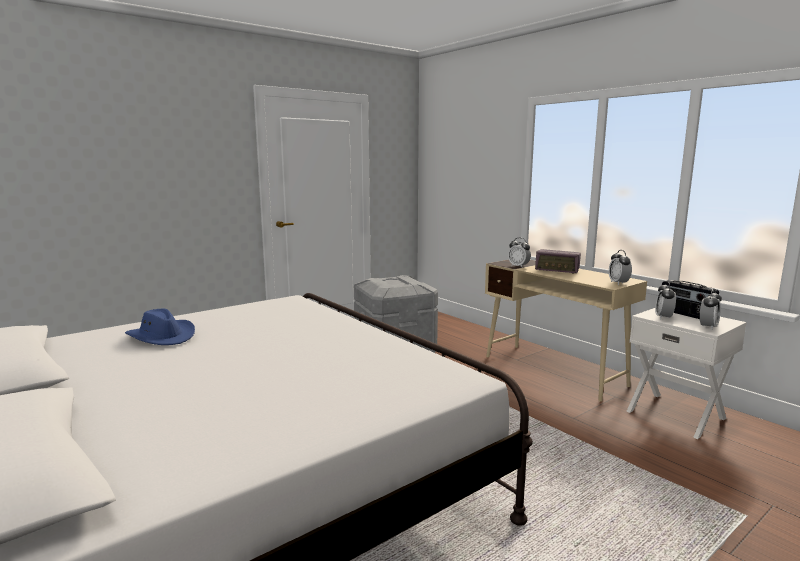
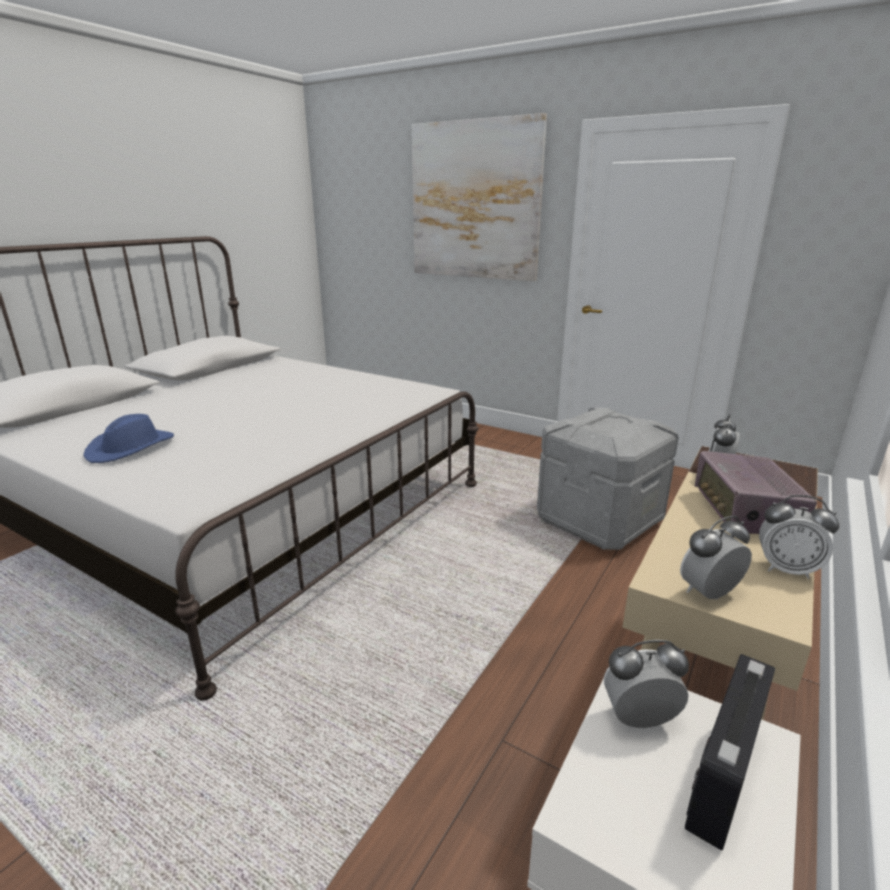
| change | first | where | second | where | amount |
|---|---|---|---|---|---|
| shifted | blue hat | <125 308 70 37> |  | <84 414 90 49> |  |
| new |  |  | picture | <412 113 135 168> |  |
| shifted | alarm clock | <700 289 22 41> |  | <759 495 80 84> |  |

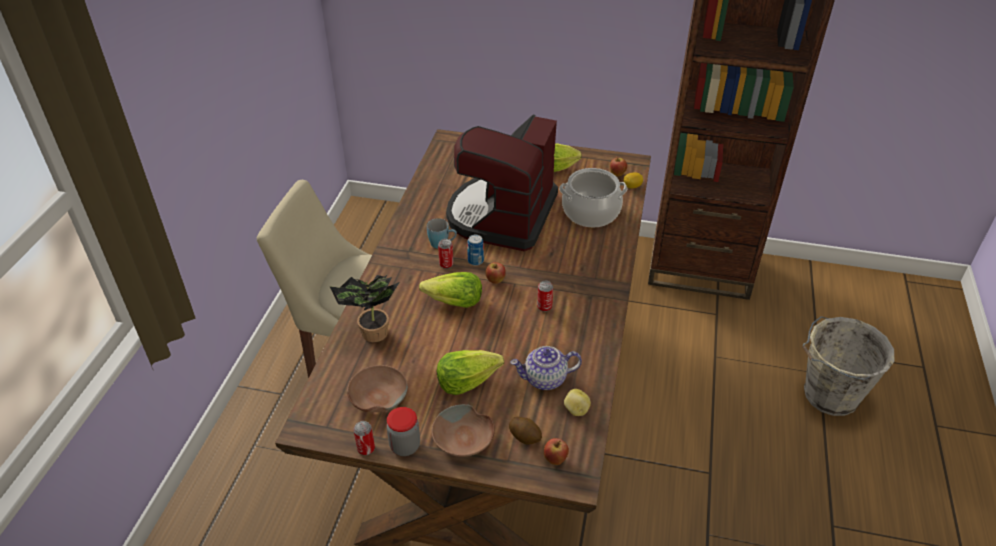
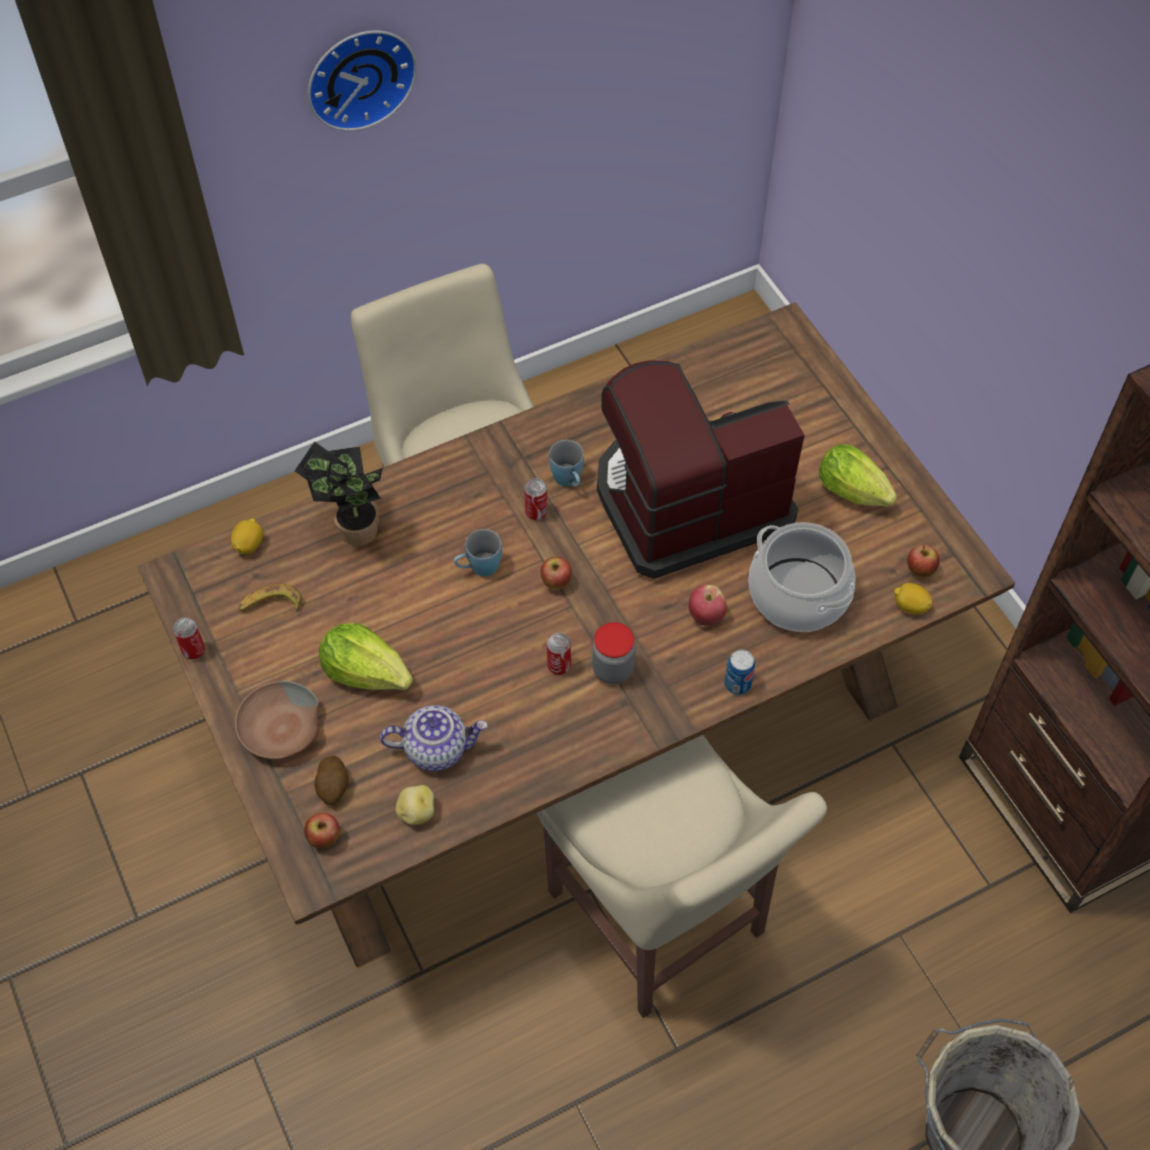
| change | first | where | second | where | amount |
|---|---|---|---|---|---|
| new |  |  | lemon | <231 518 32 36> |  |
| swapped | brown bowl | <347 365 61 47> | banana | <238 583 64 30> |  |
| new |  |  | wall clock | <308 31 109 100> |  |
| rotated | teapot | <510 346 72 44> |  | <380 705 108 66> | 135 degrees clockwise |
| swapped | lettuce | <419 272 63 36> | blue mug | <453 529 49 48> |  |
| new |  |  | beige chair | <537 735 290 283> |  |
| shifted | jar | <387 407 33 49> |  | <592 622 43 62> |  |
| new |  |  | apple | <689 585 38 41> |  |
| shifted | can | <467 235 17 31> |  | <725 650 30 45> |  |

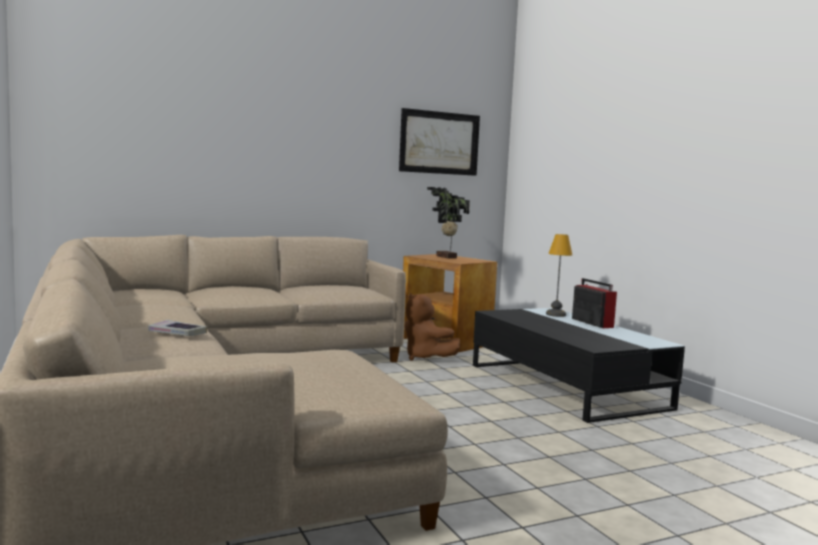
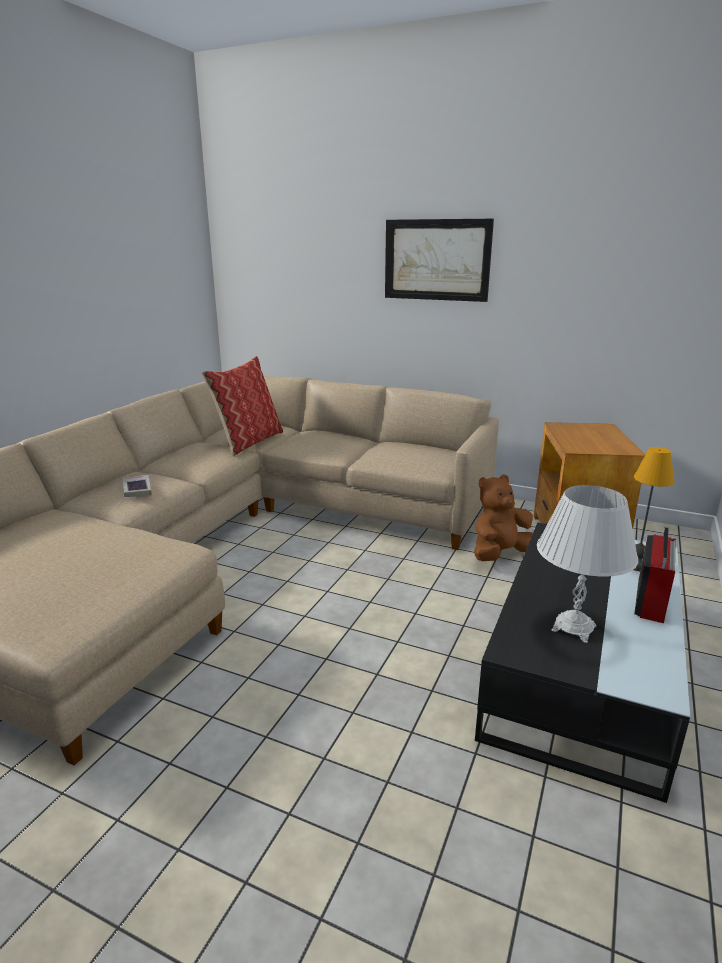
| change | first | where | second | where | amount |
|---|---|---|---|---|---|
| new |  |  | pillow | <202 356 81 100> |  |
| shifted | picture | <399 108 81 68> |  | <385 219 109 83> |  |
| rotated | brown plush toy | <404 293 56 67> |  | <474 474 59 87> | 45 degrees clockwise |
| new |  |  | white table lamp | <537 485 101 158> |  |
| gone | potted plant | <427 187 43 72> |  |  |  |

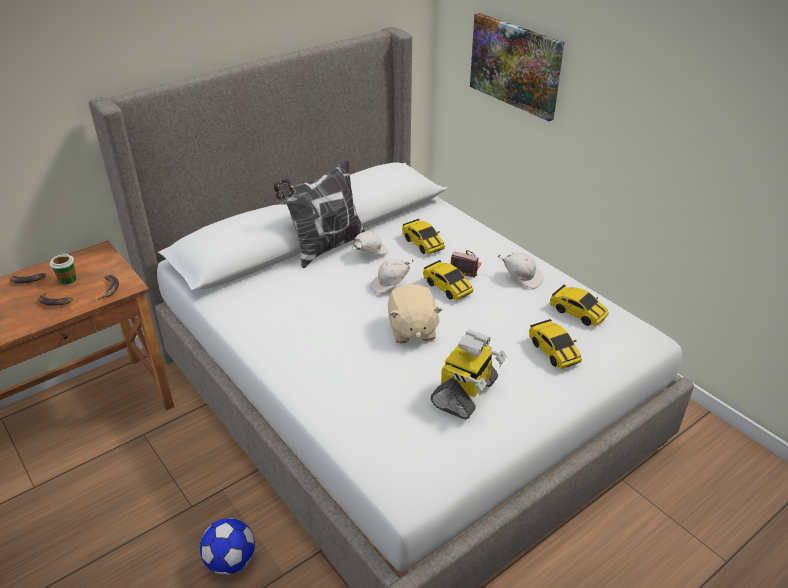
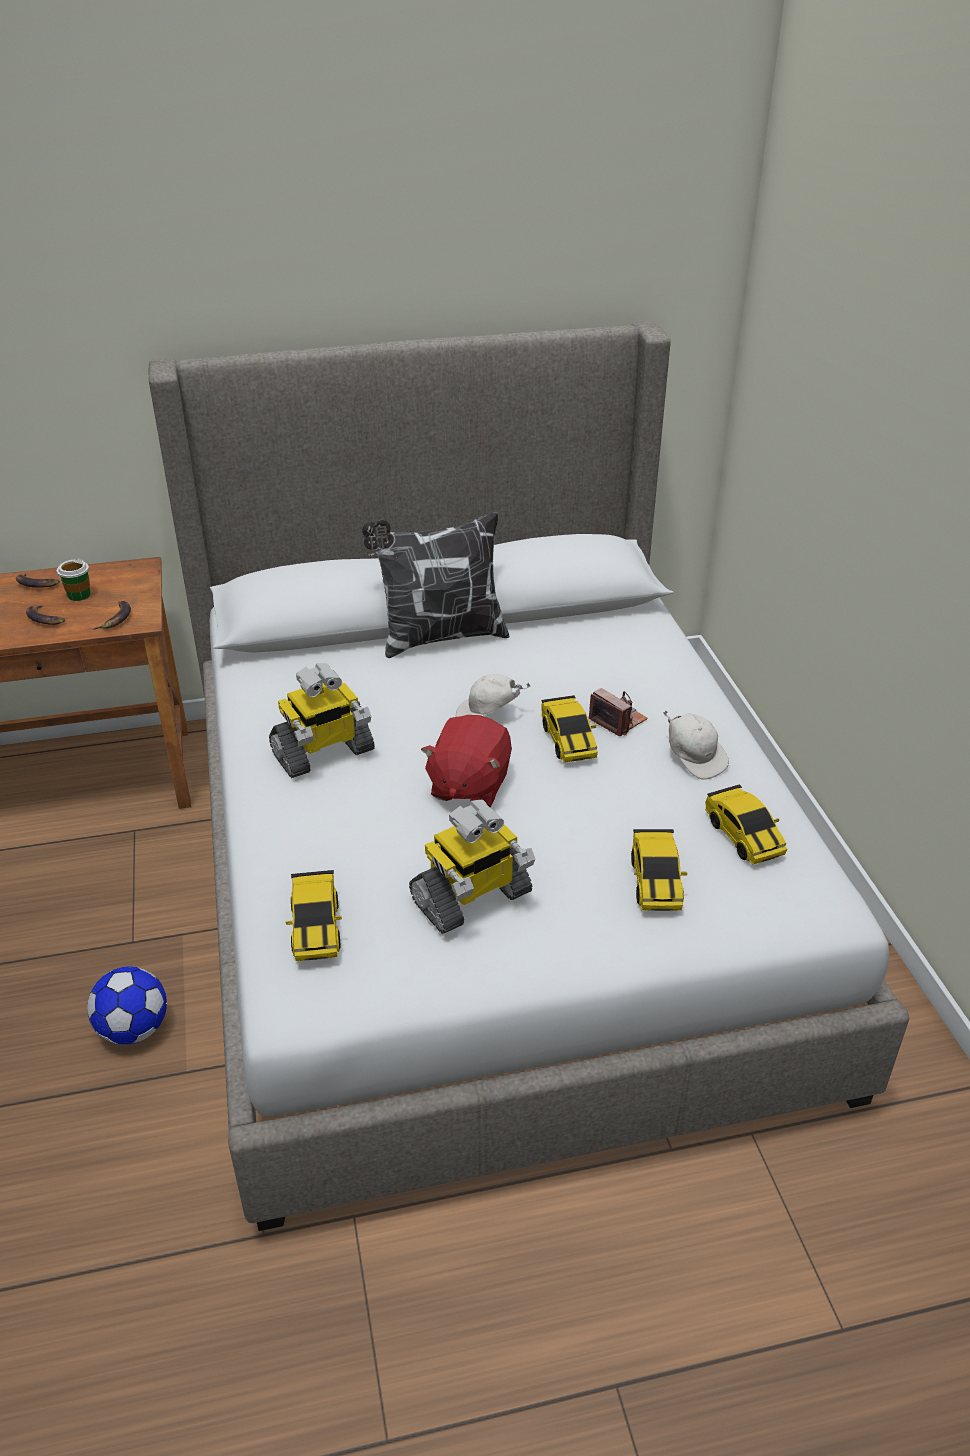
| change | first | where | second | where | amount |
|---|---|---|---|---|---|
| new |  |  | toy robot | <269 663 106 115> |  |
| shifted | toy car | <402 219 43 36> |  | <286 870 56 91> |  |
| repainted | beige plush toy | <388 284 55 59> | red plush toy | <421 715 91 92> |  |
| gone | white cap | <352 231 37 24> |  |  |  |
| gone | picture | <470 13 94 108> |  |  |  |

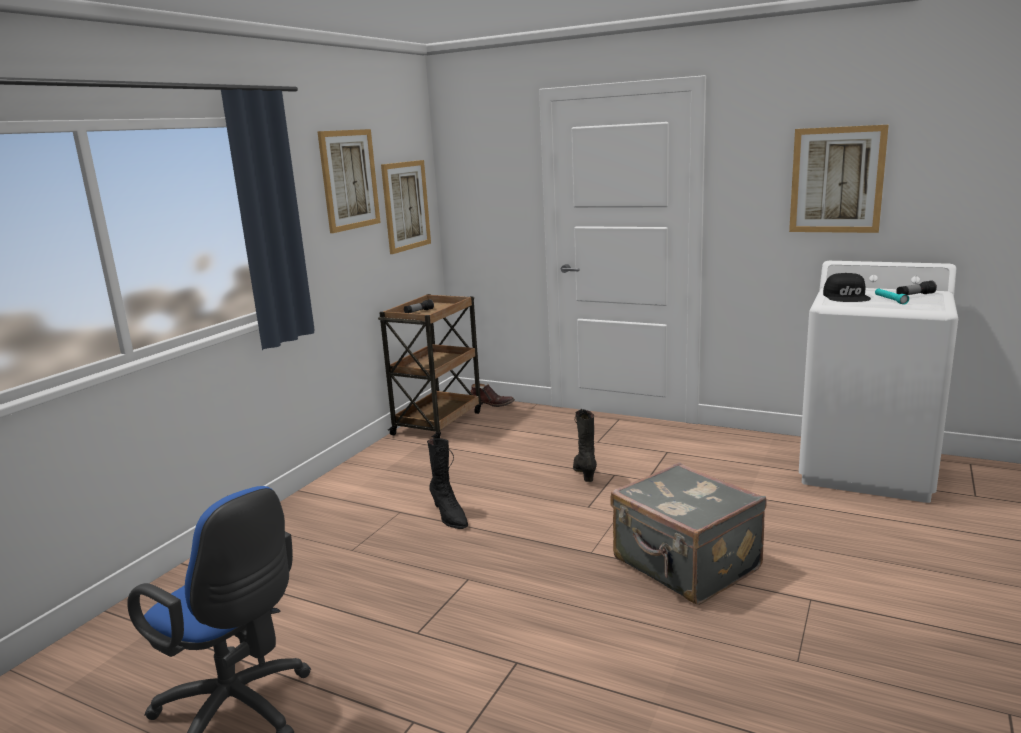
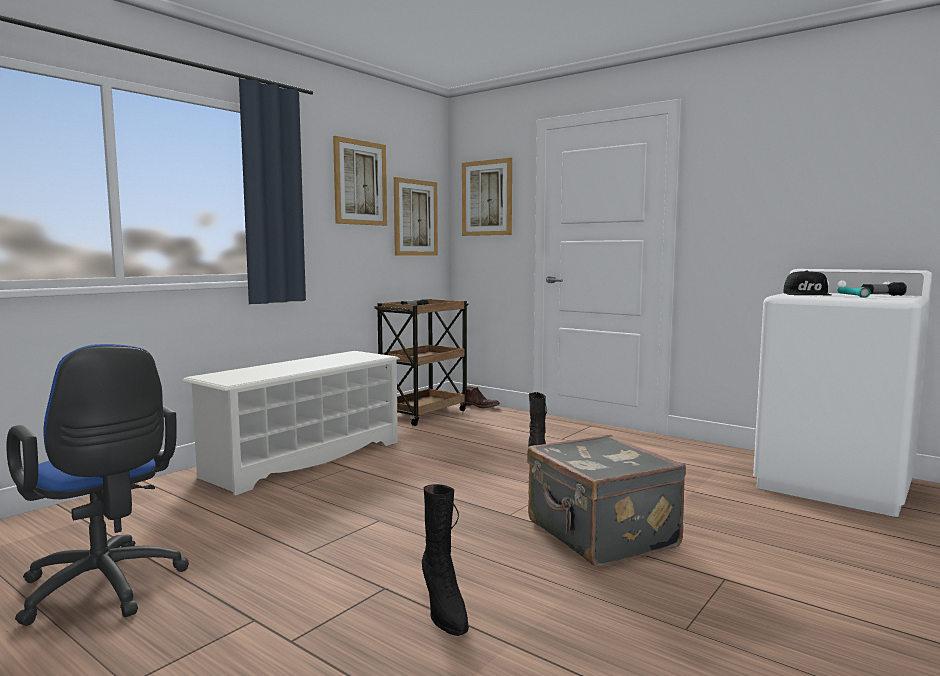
| change | first | where | second | where | amount |
|---|---|---|---|---|---|
| new |  |  | white shoe rack | <182 351 218 144> |  |
| shifted | black boot | <427 438 41 91> |  | <422 484 47 152> |  |
| shifted | picture | <789 125 100 108> |  | <462 158 50 78> |  |

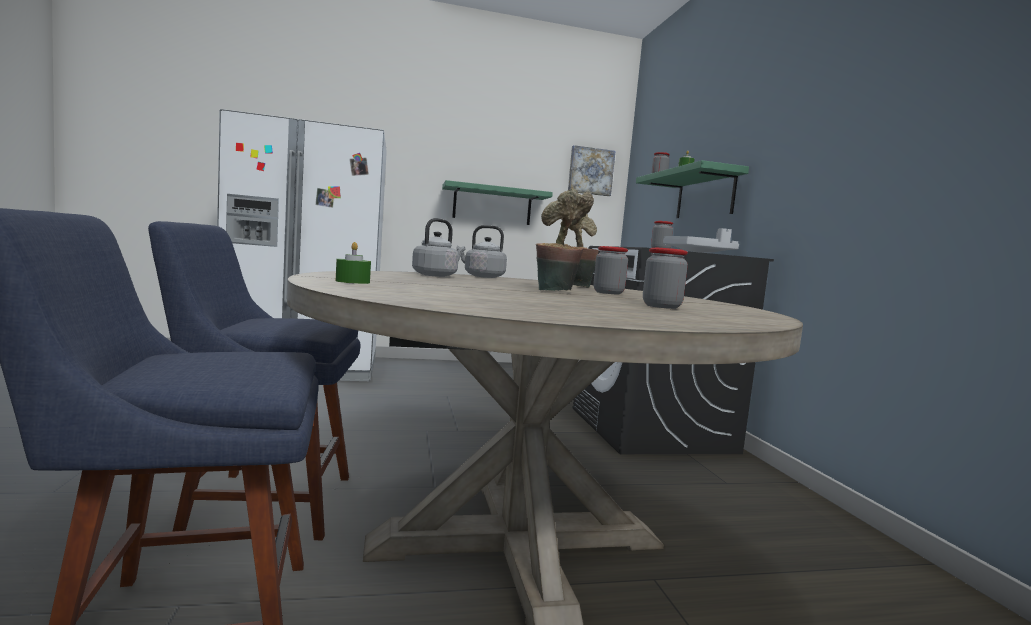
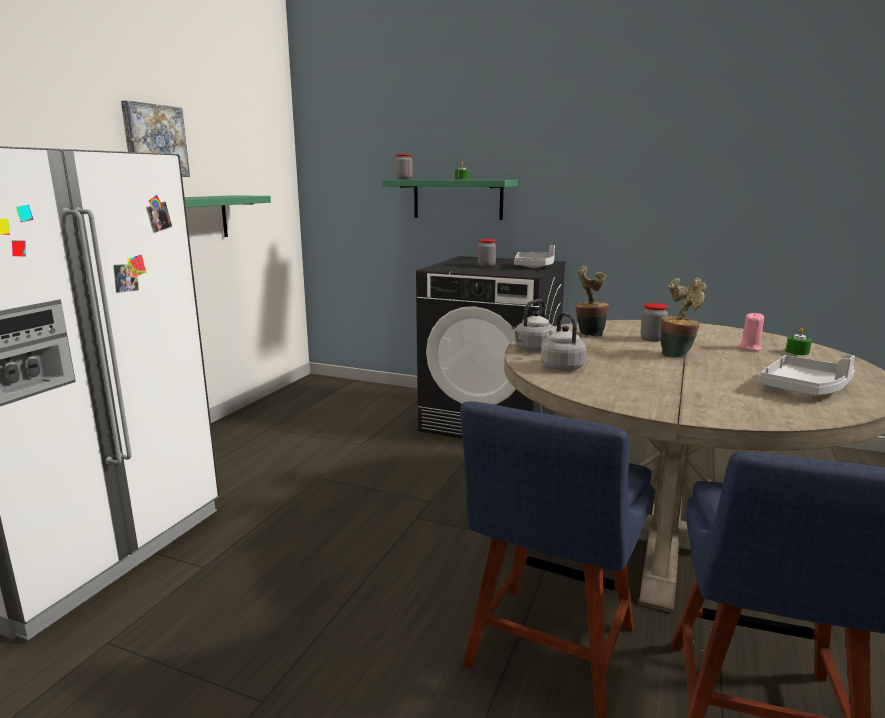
| change | first | where | second | where | amount |
|---|---|---|---|---|---|
| shifted | picture | <568 145 47 51> |  | <121 100 69 77> |  |
| swapped | jar | <643 248 45 61> | pink candle | <738 312 26 39> |  |
| new |  |  | grey tray | <758 355 97 41> |  |
| shifted | green candle | <336 242 35 42> |  | <785 328 27 27> |  |

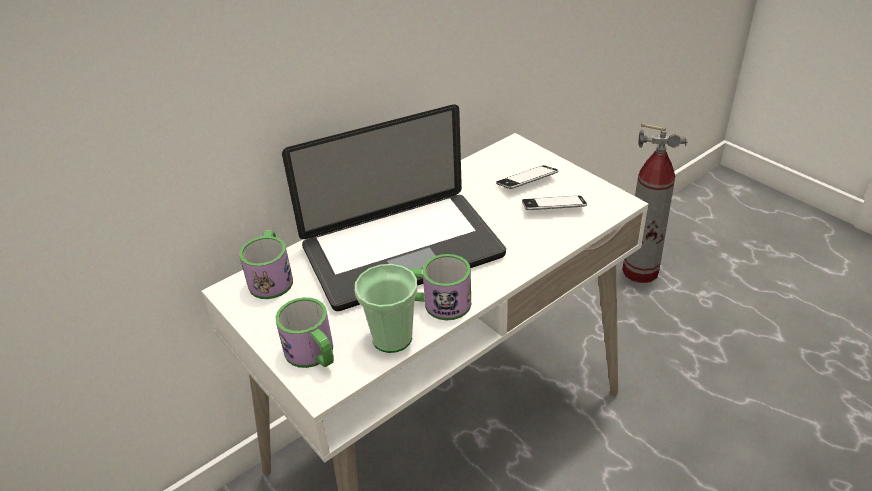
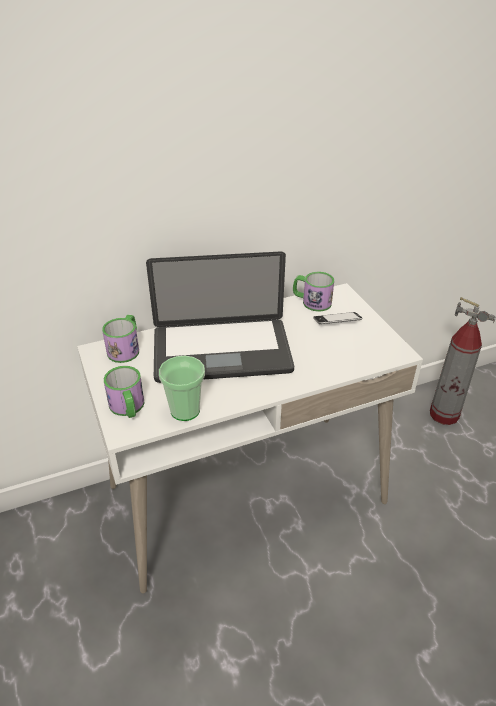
| change | first | where | second | where | amount |
|---|---|---|---|---|---|
| shifted | mug | <409 254 62 66> |  | <293 272 41 40> |  |
| gone | phone | <522 196 65 14> |  |  |  |

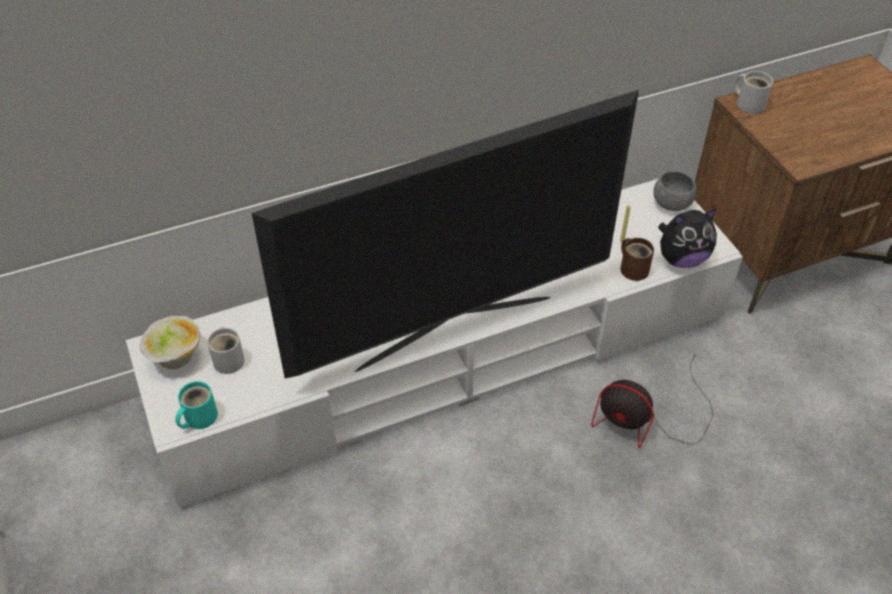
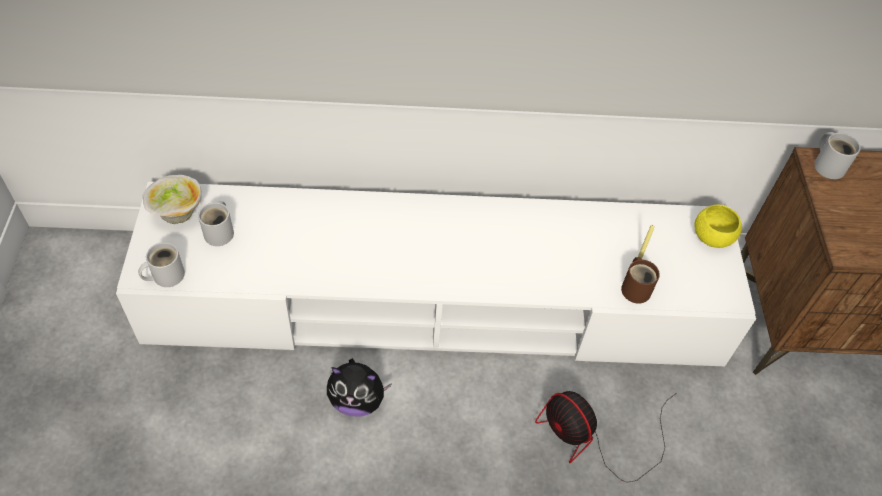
| change | first | where | second | where | amount |
|---|---|---|---|---|---|
| repainted | turquoise mug | <175 381 43 48> | white mug | <138 242 47 45> |  |
| shifted | plush toy | <658 208 59 60> |  | <327 358 65 59> |  |
| repainted | grey bowl | <653 171 44 40> | yellow bowl | <694 205 48 43> |  |
| gone | television | <252 90 387 288> |  |  |  |

